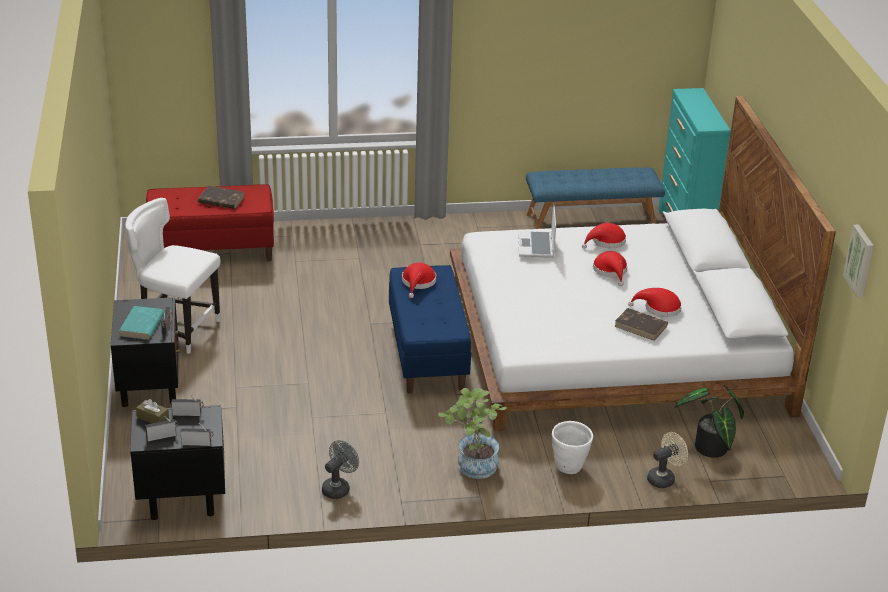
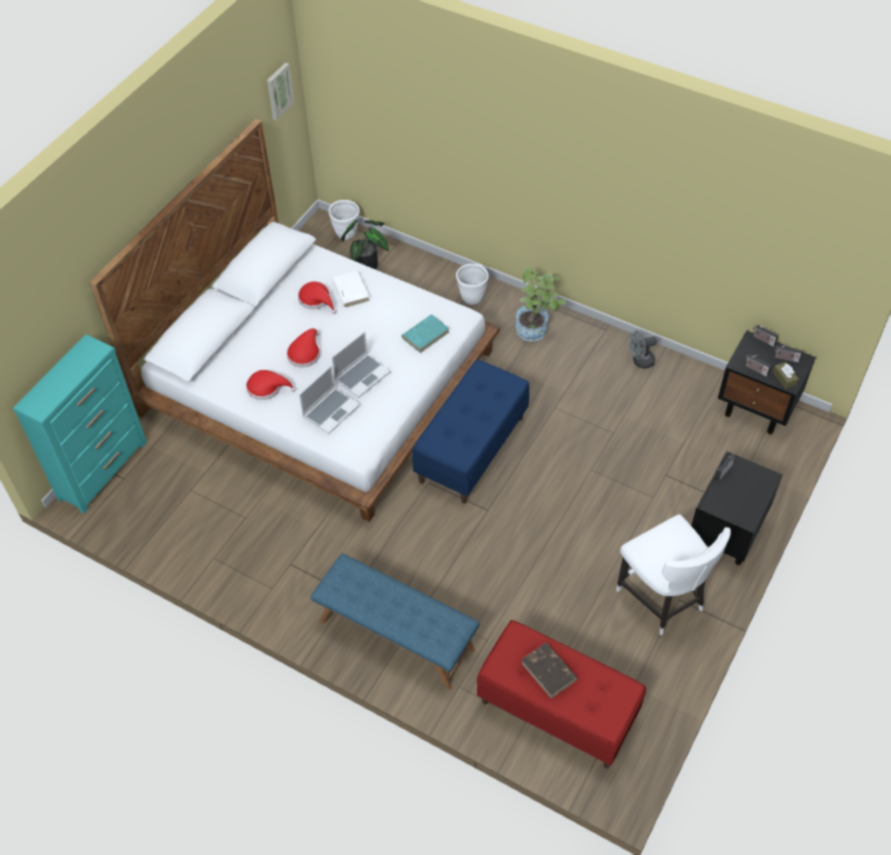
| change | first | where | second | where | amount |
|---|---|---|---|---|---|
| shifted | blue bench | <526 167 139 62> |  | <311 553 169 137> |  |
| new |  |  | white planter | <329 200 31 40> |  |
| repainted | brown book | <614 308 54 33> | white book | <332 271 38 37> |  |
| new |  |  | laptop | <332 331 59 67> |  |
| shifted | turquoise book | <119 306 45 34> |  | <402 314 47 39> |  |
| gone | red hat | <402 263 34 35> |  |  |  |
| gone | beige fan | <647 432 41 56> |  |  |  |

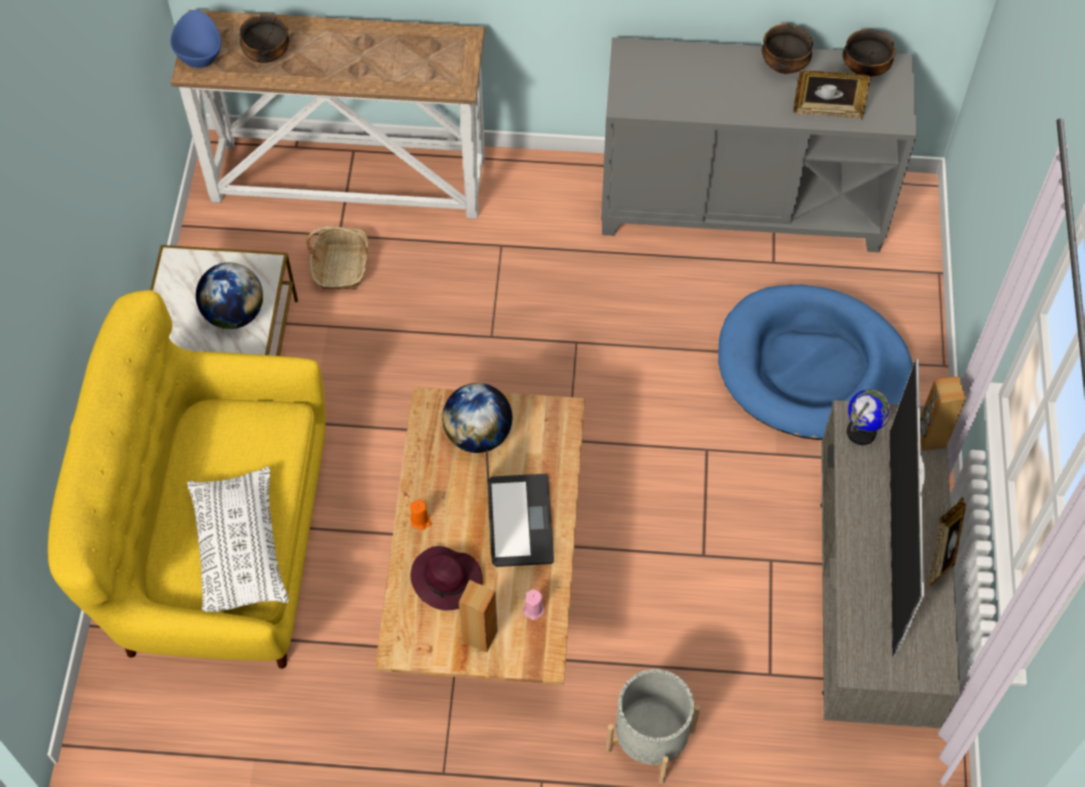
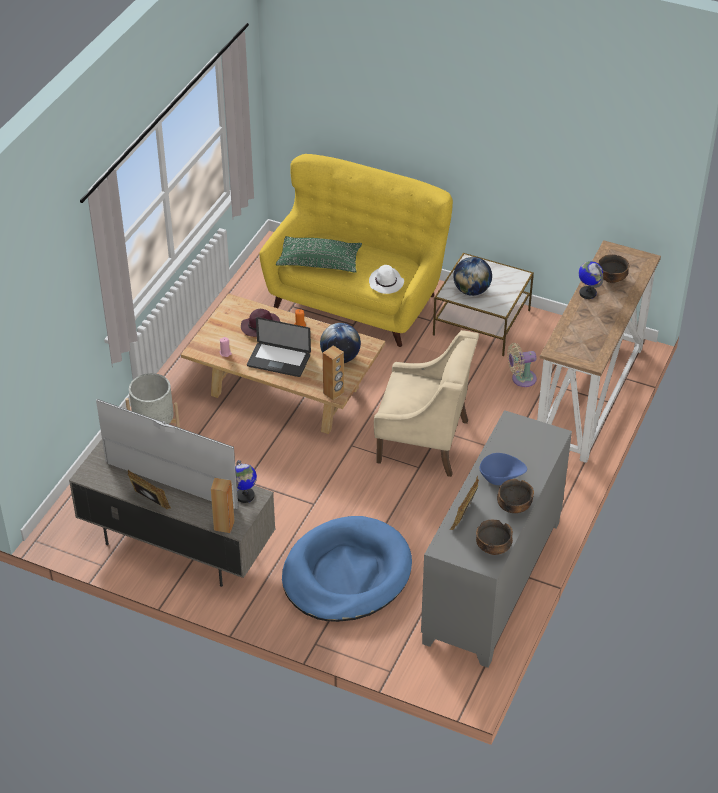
| change | first | where | second | where | amount |
|---|---|---|---|---|---|
| repainted | white pillow | <187 466 102 146> | green pillow | <276 236 86 37> |  |
| shifted | brown speaker | <459 580 39 73> |  | <323 346 21 54> |  |
| new |  |  | white hat | <369 265 35 29> |  |
| new |  |  | beige armchair | <374 330 105 147> |  |
| shifted | blue bowl | <170 10 51 58> |  | <480 453 47 32> |  |
| swapped | basket | <306 226 63 64> | beige fan | <507 343 30 44> |  |
| new |  |  | globe | <579 261 24 38> |  |

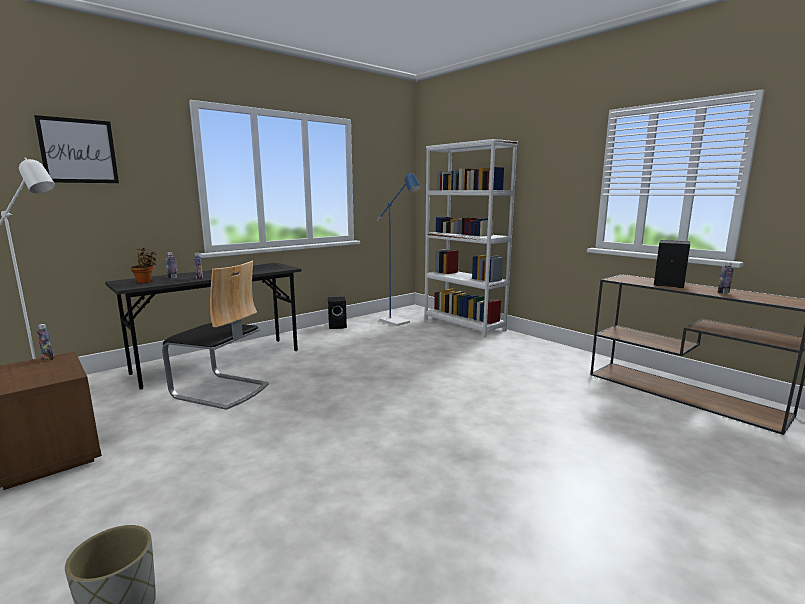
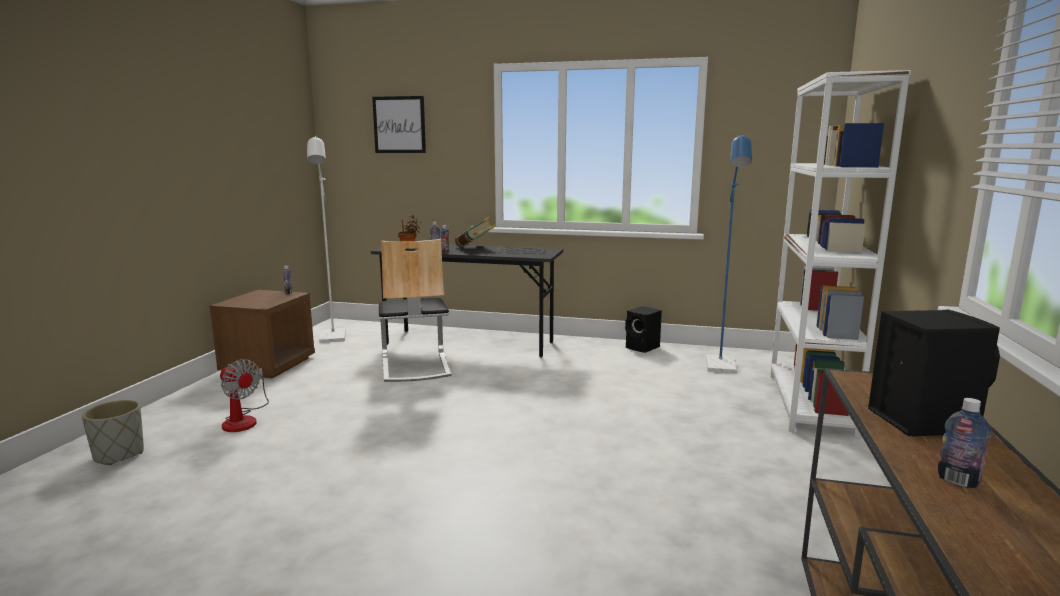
| change | first | where | second | where | amount |
|---|---|---|---|---|---|
| new |  |  | fan | <220 359 49 73> |  |
| new |  |  | book | <455 216 41 32> |  |

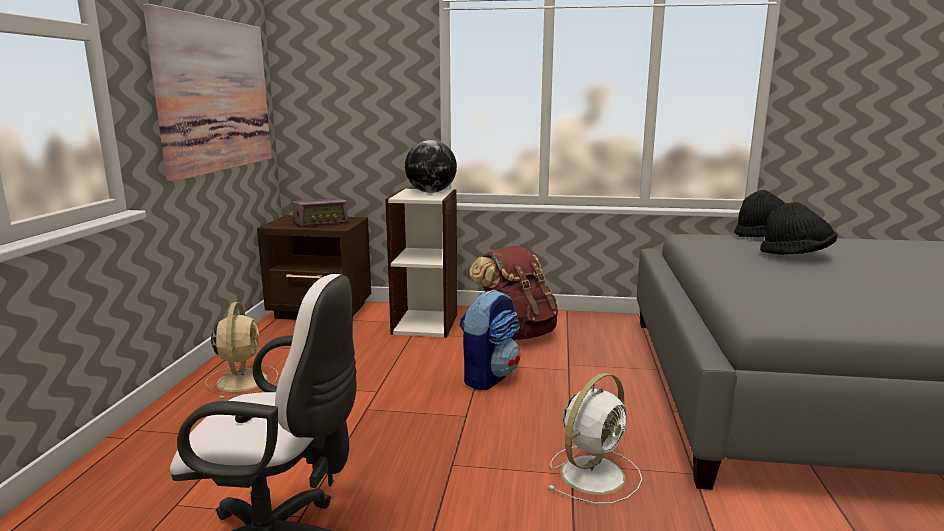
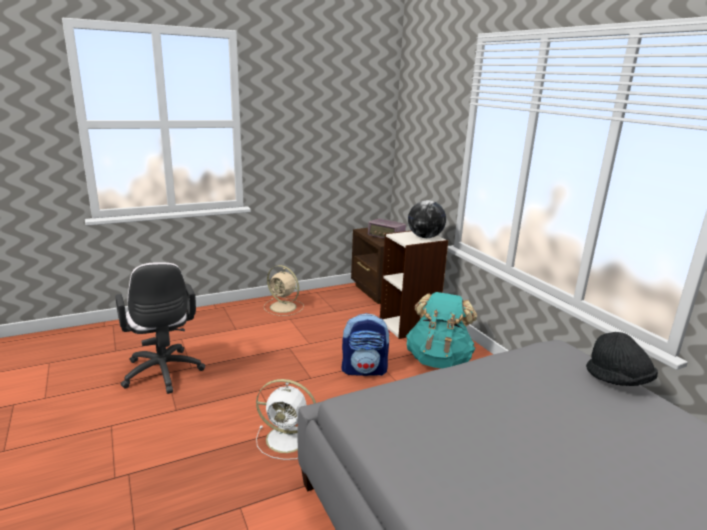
| change | first | where | second | where | amount |
|---|---|---|---|---|---|
| rotated | beige fan | <205 302 73 97> |  | <263 265 41 51> | 75 degrees clockwise |
| repainted | brown backpack | <469 246 89 94> | turquoise backpack | <406 292 71 77> |  |
| gone | picture | <143 4 129 178> |  |  |  |
| gone | black hat | <760 202 77 53> |  |  |  |

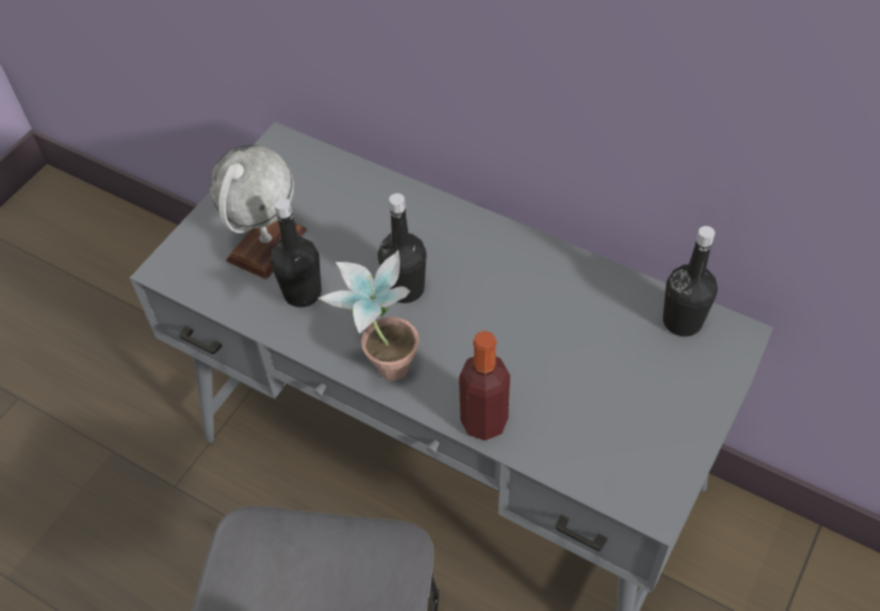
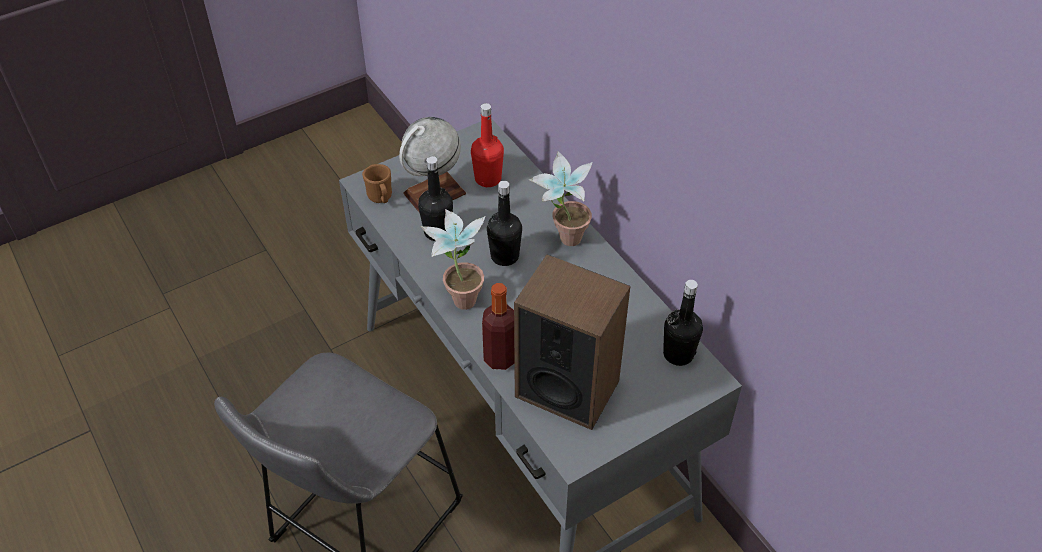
| change | first | where | second | where | amount |
|---|---|---|---|---|---|
| new |  |  | brown mug | <362 164 30 39> |  |
| new |  |  | red bottle | <471 103 33 84> |  |
| new |  |  | speaker | <514 254 116 176> |  |
| new |  |  | potted plant | <529 151 63 95> |  |

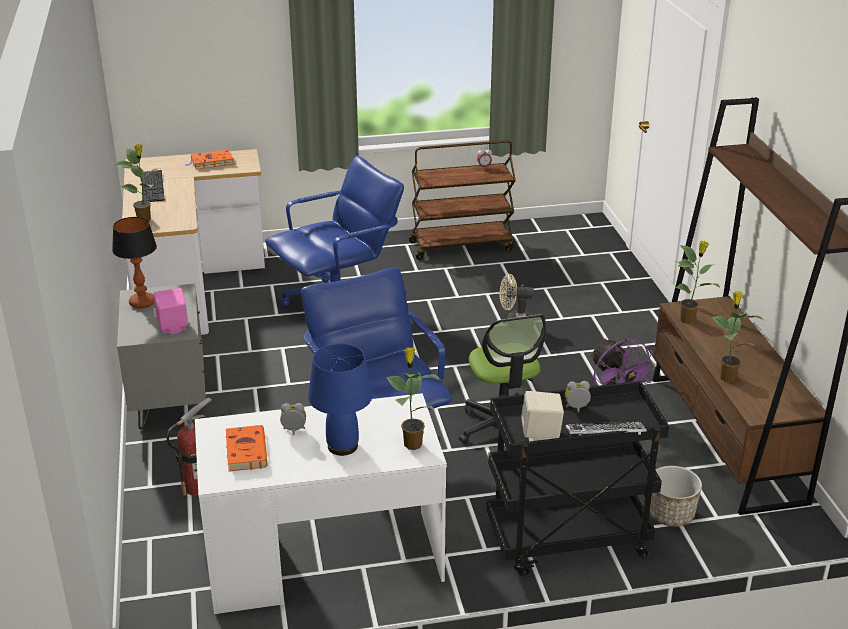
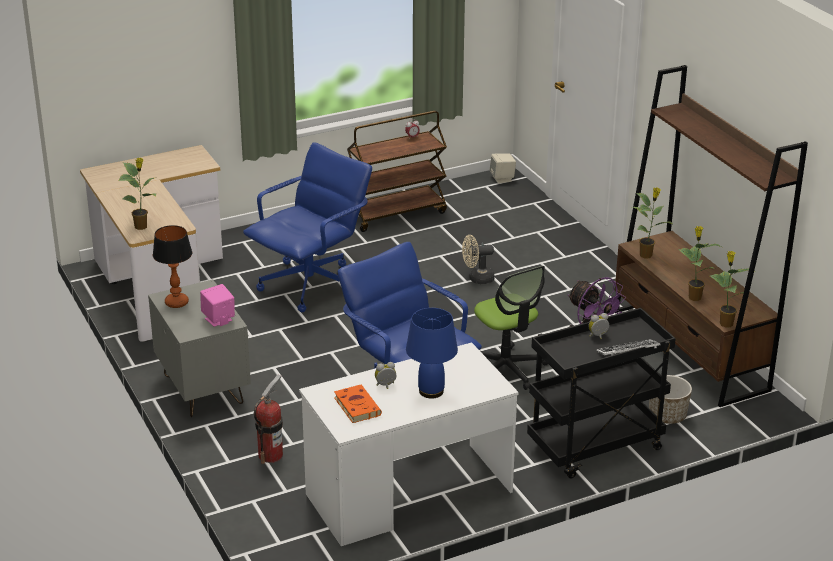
| change | first | where | second | where | amount |
|---|---|---|---|---|---|
| shifted | beige speaker | <521 391 43 51> |  | <490 153 26 31> |  |
| shifted | potted plant | <386 347 54 103> |  | <710 251 45 77> |  |
| gone | keyboard | <141 170 24 32> |  |  |  |
| gone | orange book | <186 149 48 20> |  |  |  |

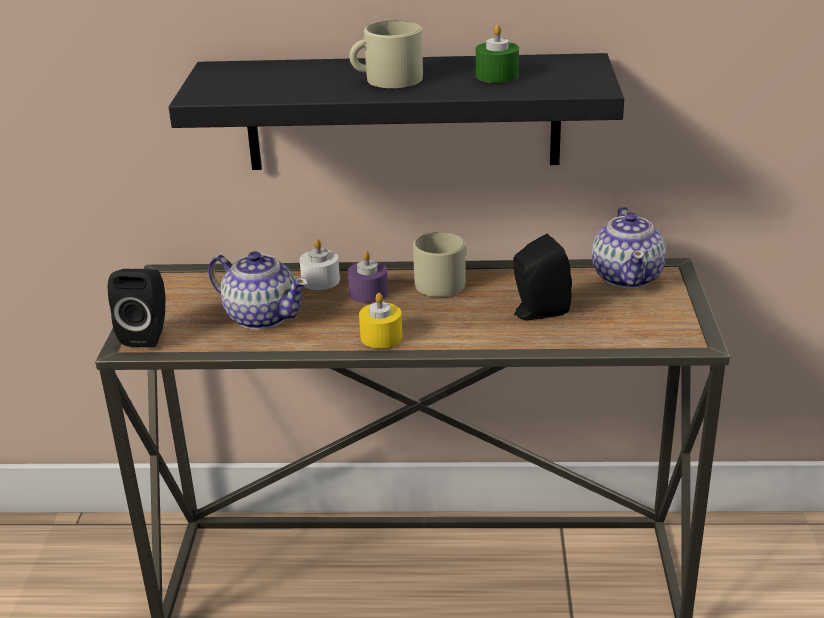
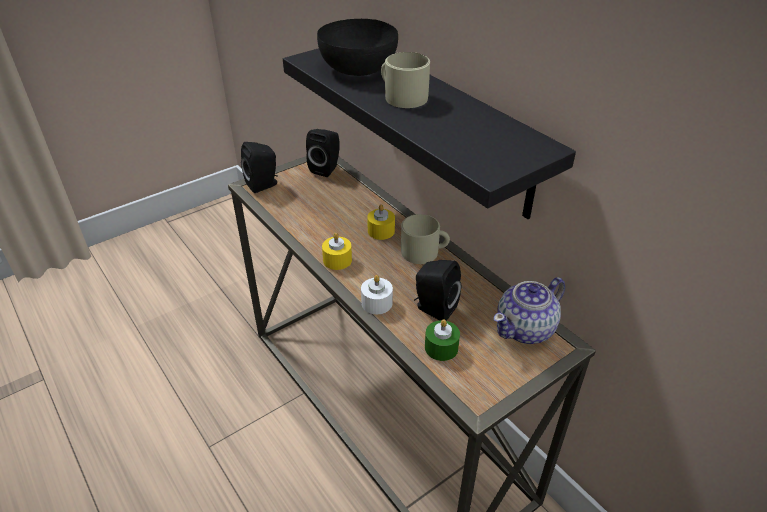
| change | first | where | second | where | amount |
|---|---|---|---|---|---|
| new |  |  | black speaker | <306 129 34 48> |  |
| new |  |  | black bowl | <317 19 81 57> |  |
| shifted | white candle | <299 239 41 51> |  | <361 275 32 39> |  |
| repainted | purple candle | <348 251 40 52> | yellow candle | <367 204 28 36> |  |
| shifted | green candle | <476 24 43 59> |  | <425 319 35 42> |  |
| gone | teapot | <208 251 100 79> |  |  |  |

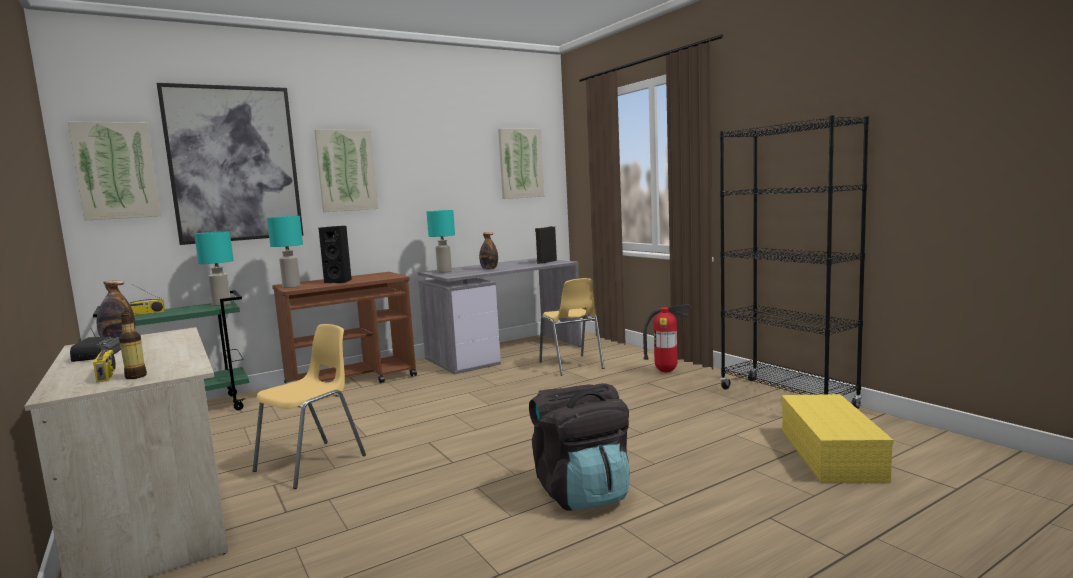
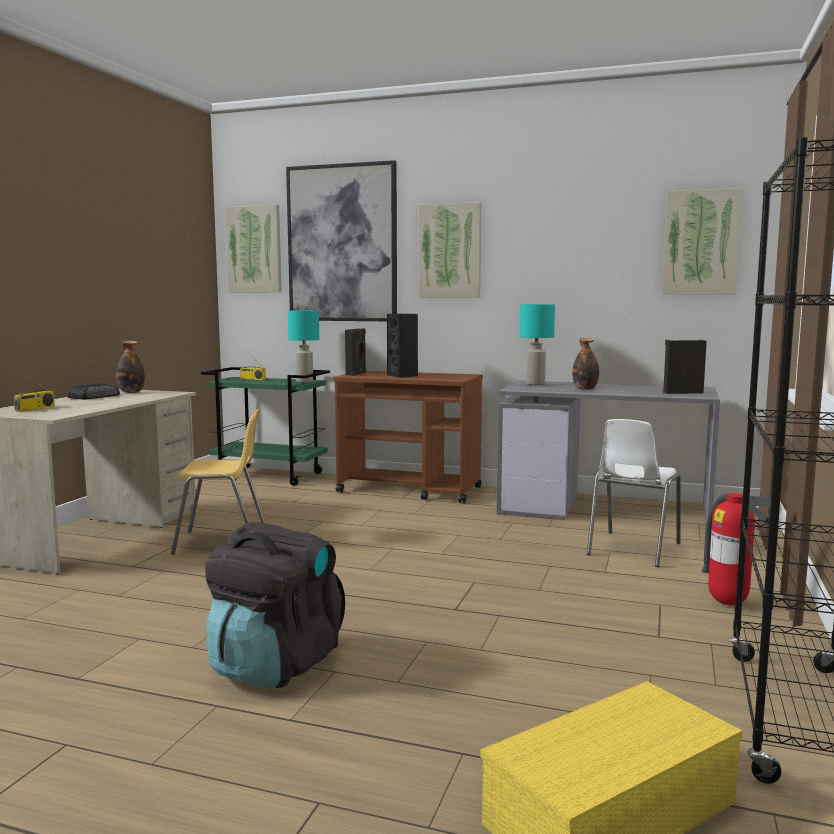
| change | first | where | second | where | amount |
|---|---|---|---|---|---|
| swapped | turquoise table lamp | <267 216 36 72> | black speaker | <345 328 21 48> |  |
| repainted | yellow chair | <539 278 65 98> | white chair | <587 419 94 148> |  |
| gone | bottle | <119 311 28 68> |  |  |  |

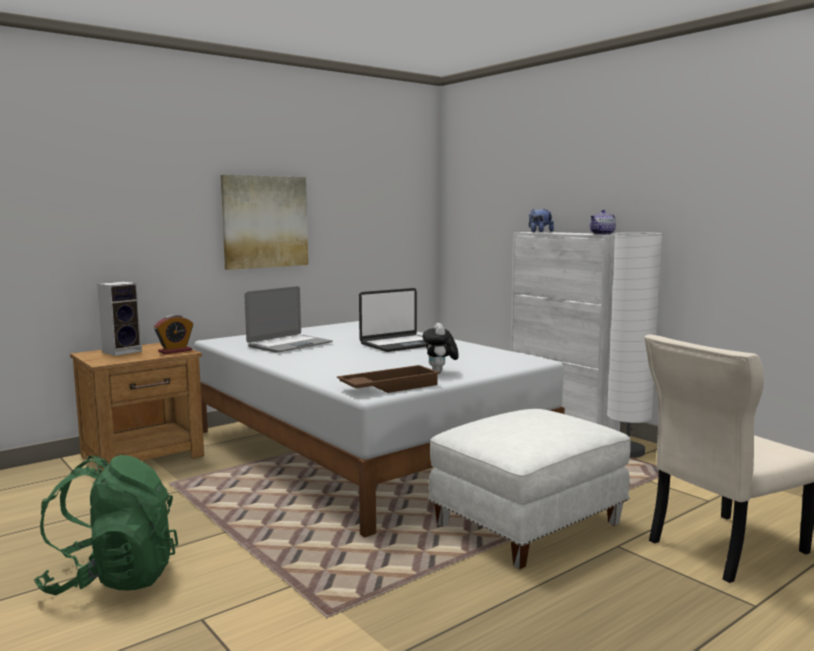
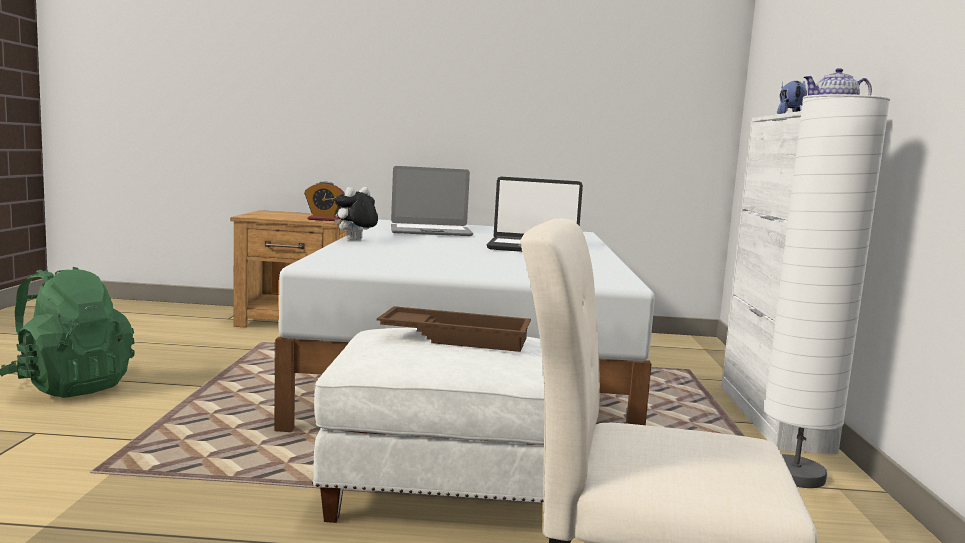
| change | first | where | second | where | amount |
|---|---|---|---|---|---|
| shifted | plush toy | <423 323 36 50> |  | <334 187 44 53> |  |
| shifted | brown tray | <337 365 103 28> |  | <376 306 155 46> |  |
| gone | speaker | <97 281 45 75> |  |  |  |
| gone | picture | <221 175 87 95> |  |  |  |

